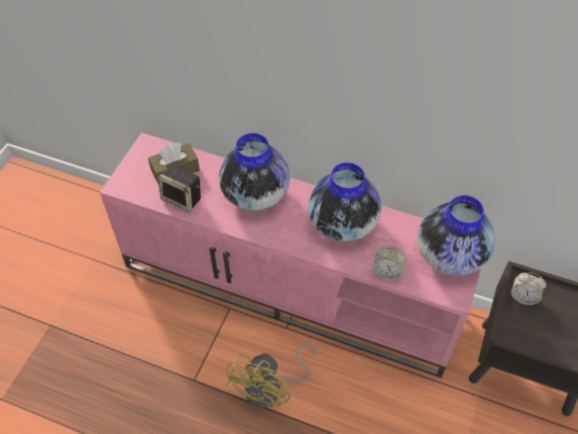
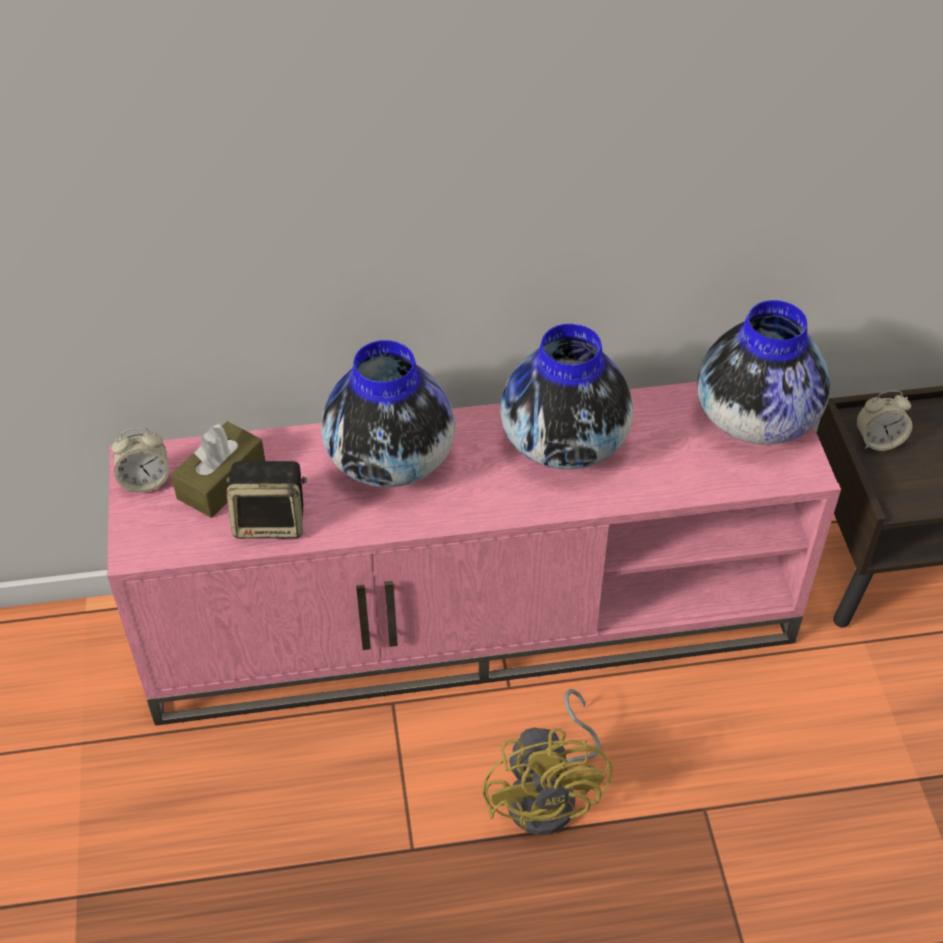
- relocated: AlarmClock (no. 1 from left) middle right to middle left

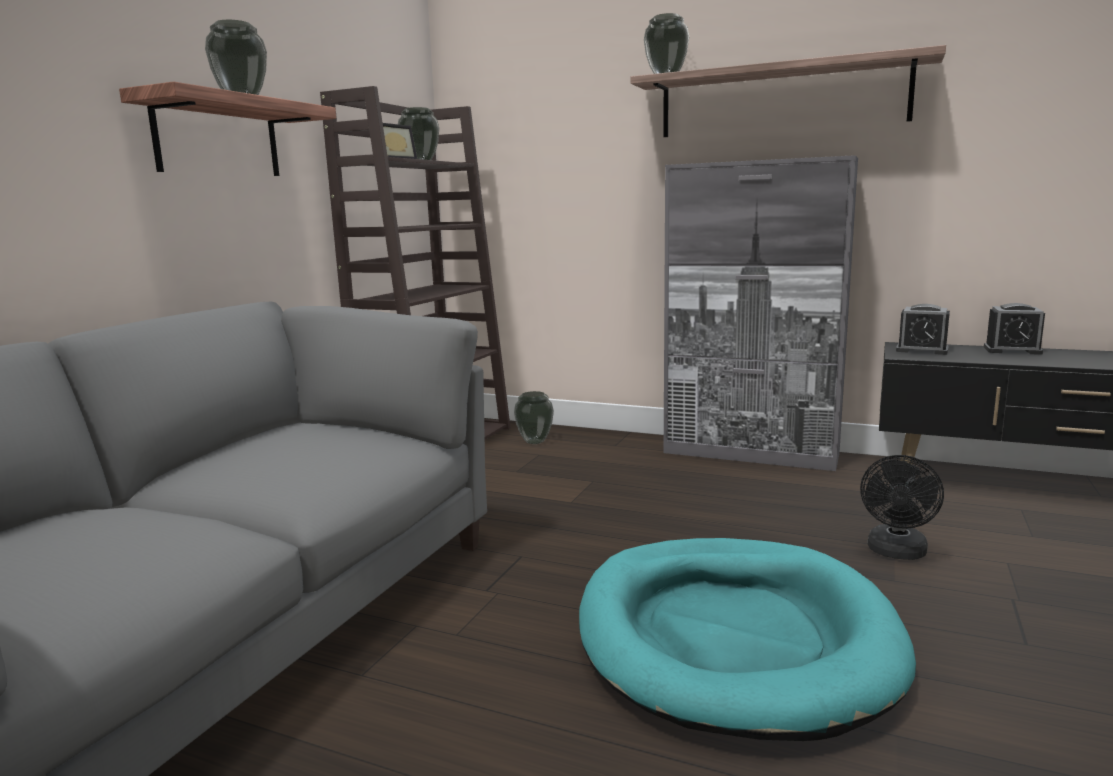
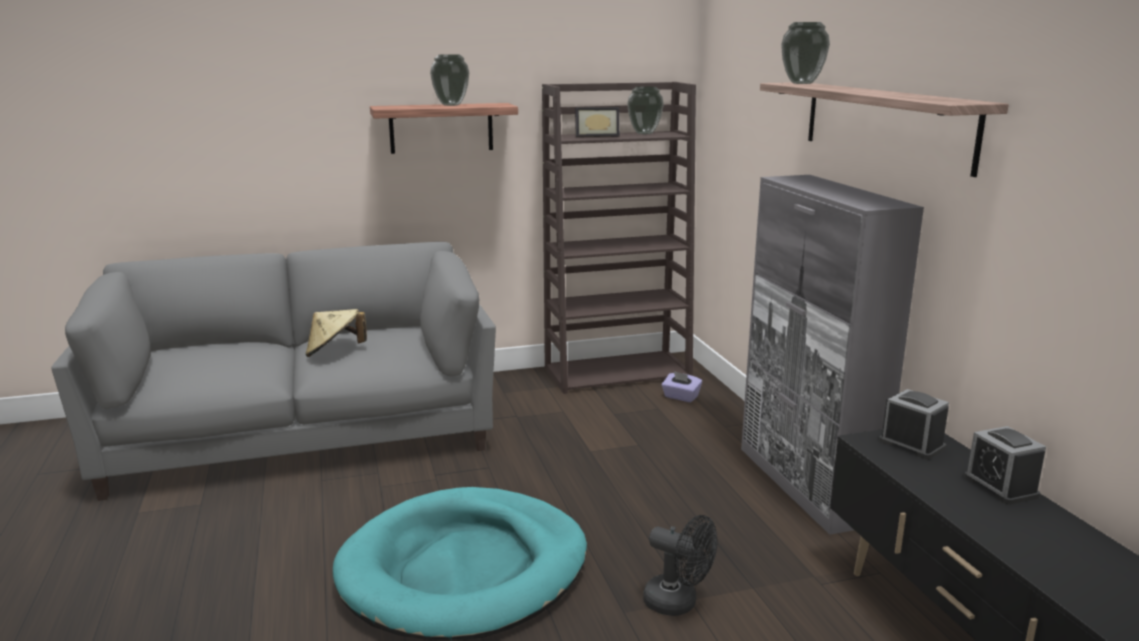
- exchanged: Vase (no. 3 from left) centre to PurpleTissueBox centre
- spun: BlackFan middle right = bottom centre 135 degrees counterclockwise
- spun: AlarmClock (no. 1 from left) middle right = middle right 150 degrees clockwise
- appeared: BeigeHat middle left

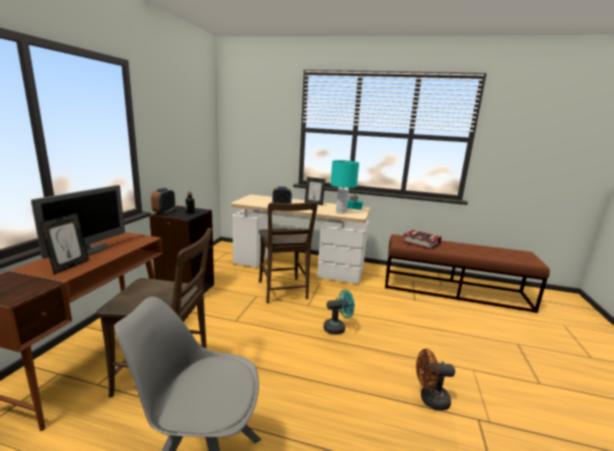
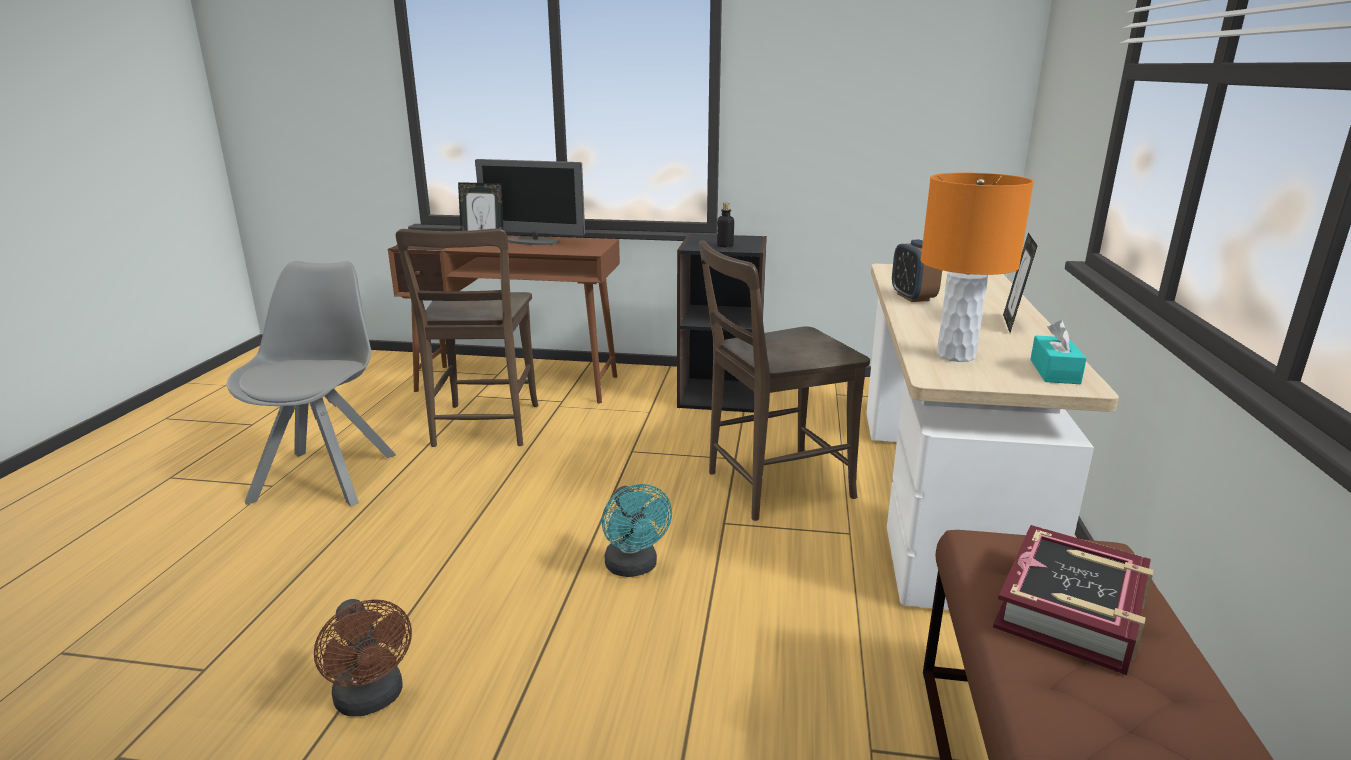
- missing: AlarmClock (no. 1 from left) middle left
- colour: TurquoiseTableLamp centre to OrangeTableLamp middle right
- spun: BrownFan bottom right = bottom left 150 degrees clockwise

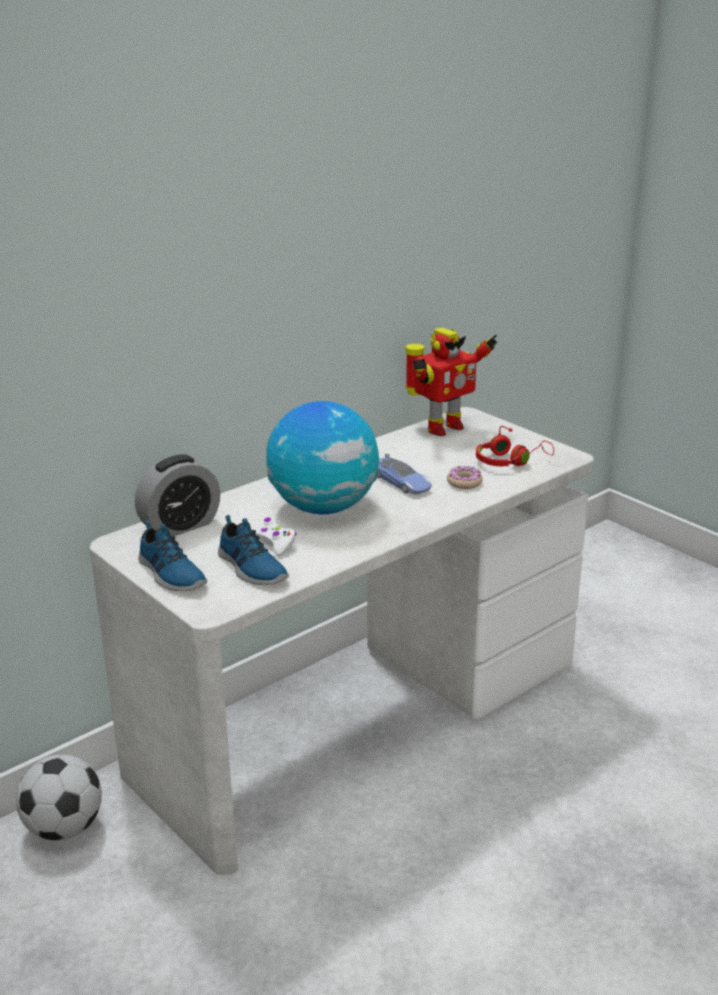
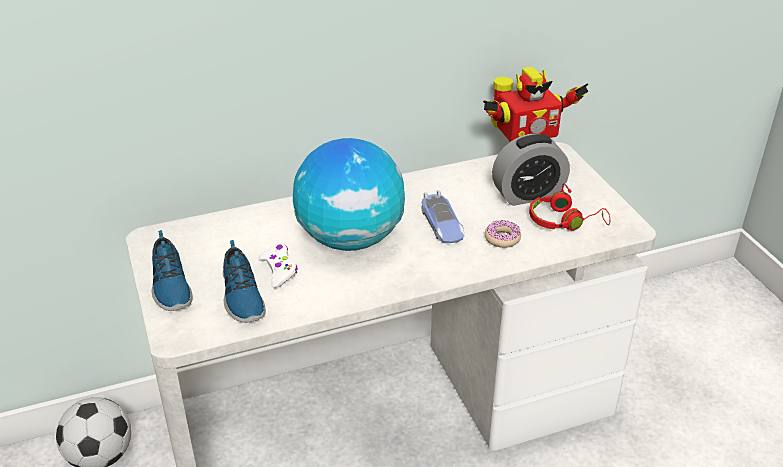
- relocated: AlarmClock middle left to middle right

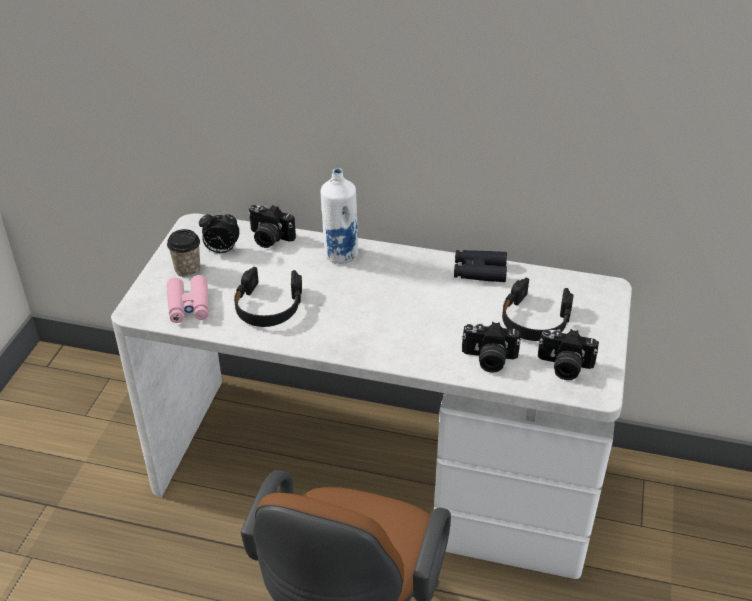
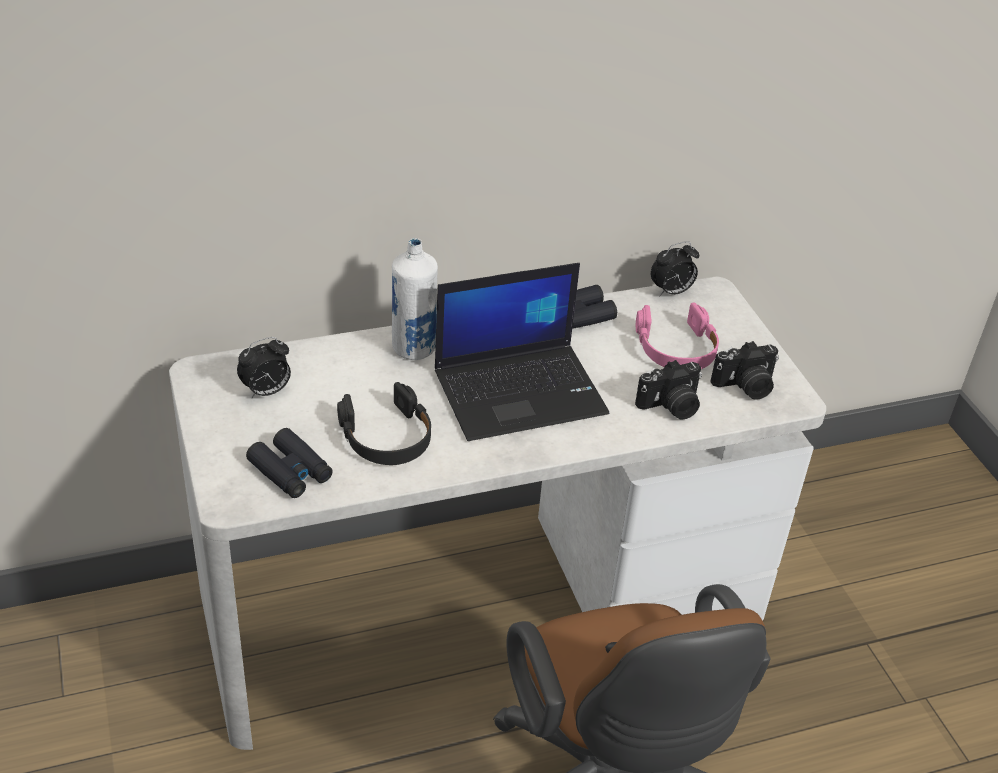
- missing: Cup middle left
- colour: PinkBinoculars middle left to BlackBinoculars (no. 1 from left) middle left
- missing: PhotoCamera (no. 1 from left) centre
- colour: BlackHeadphones (no. 2 from left) middle right to PinkHeadphones middle right
- appeared: Laptop centre
- appeared: AlarmClock (no. 2 from left) middle right

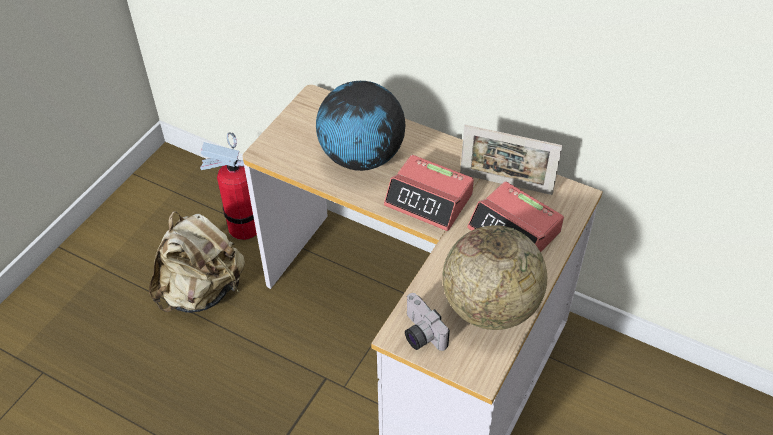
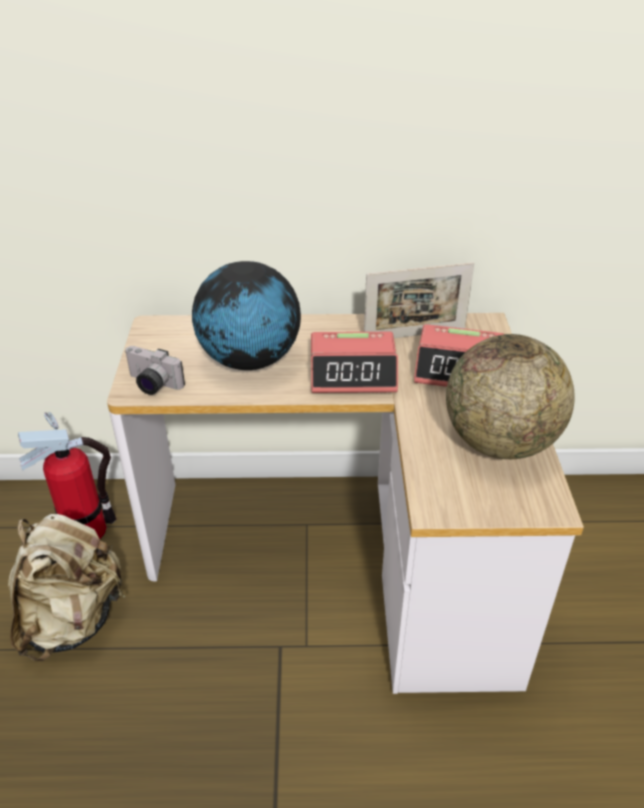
- relocated: PhotoCamera bottom centre to middle left

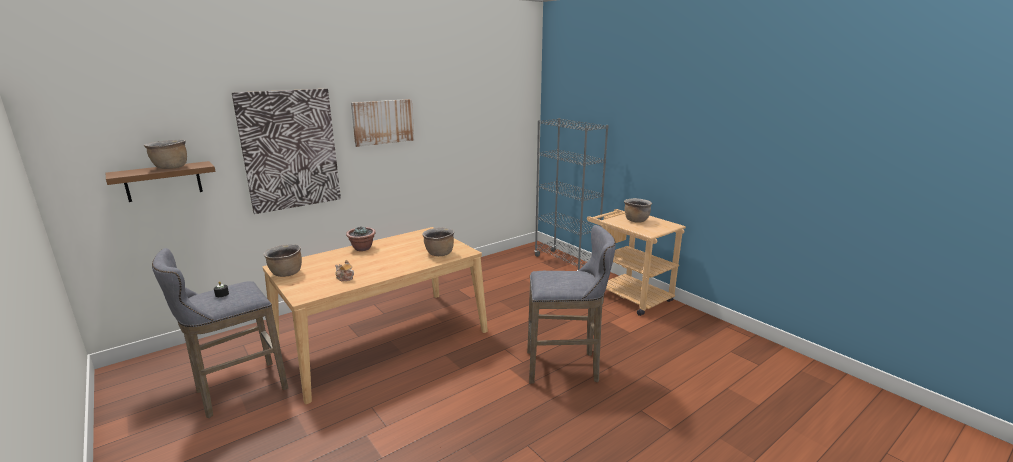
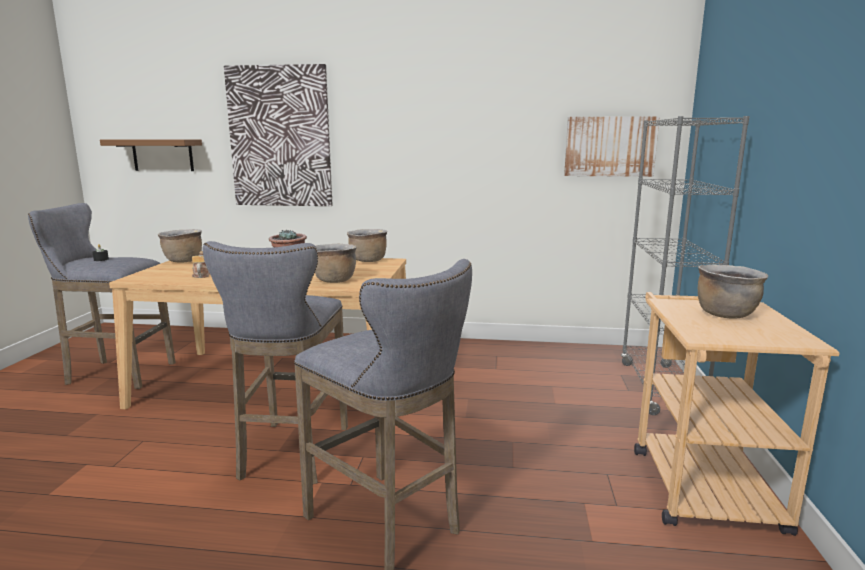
- relocated: BrownCookingPot (no. 1 from left in the first image) middle left to BrownCookingPot (no. 3 from left) centre
- relocated: Picture (no. 2 from left) top centre to top right
- appeared: GreyStool (no. 2 from left) middle left

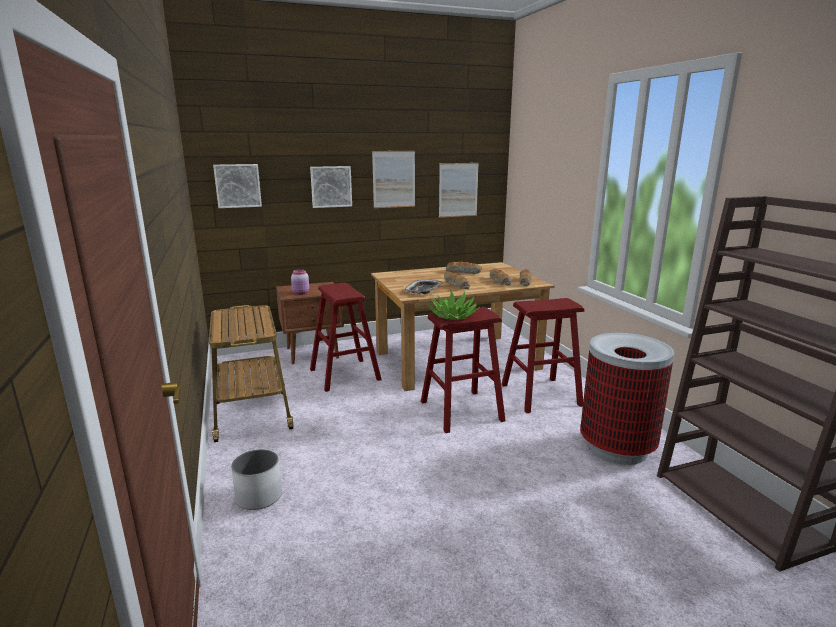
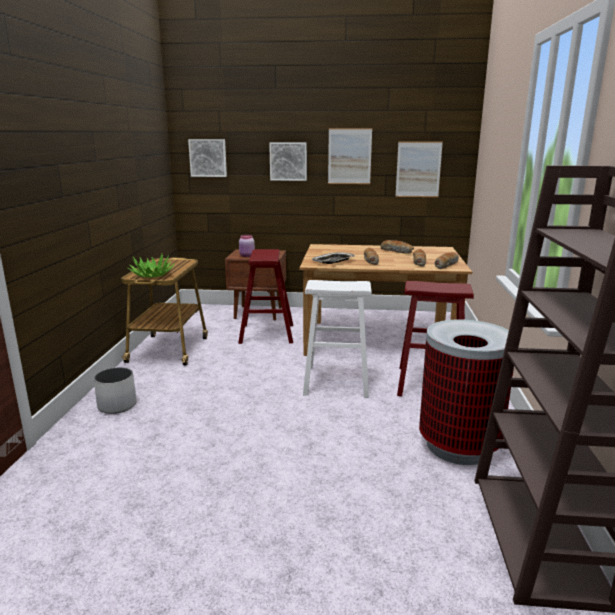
- colour: RedStool (no. 2 from left) centre to WhiteStool centre
- relocated: PottedPlant centre to middle left

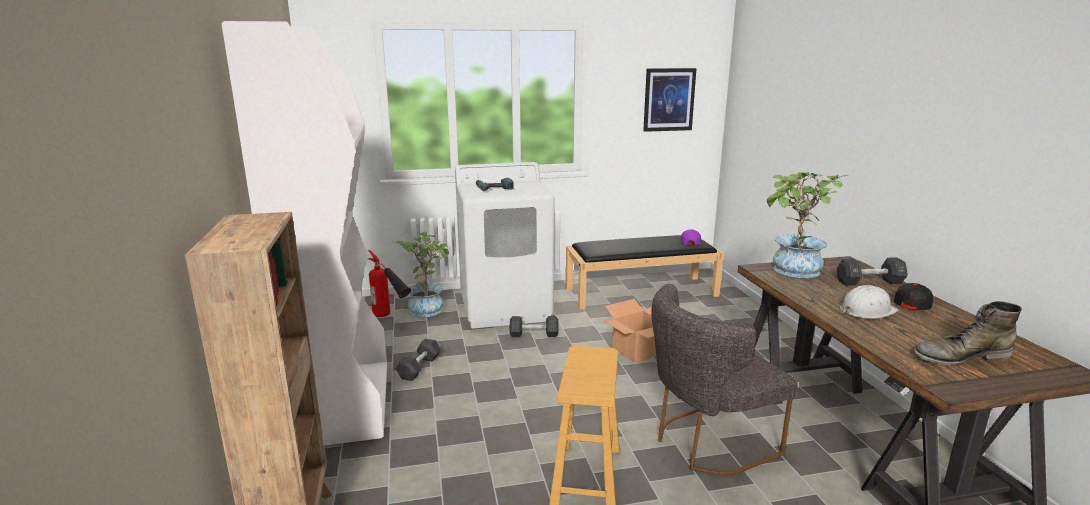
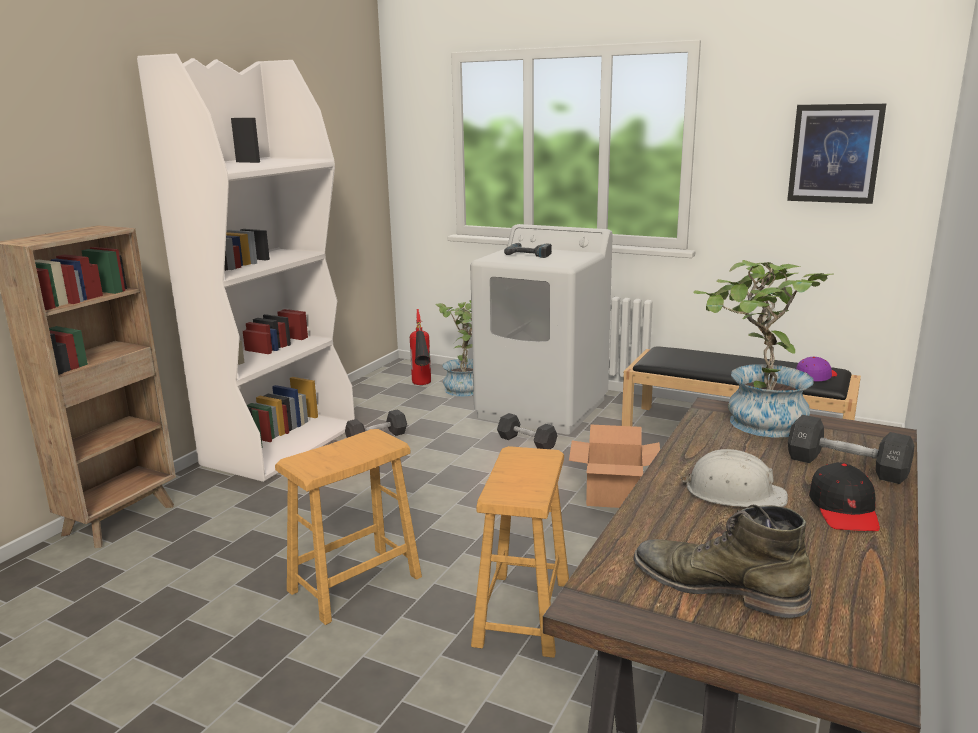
- exchanged: GreyChair bottom centre to BrownStool (no. 2 from left) bottom centre
- spun: BlackCap middle right = bottom right 105 degrees clockwise

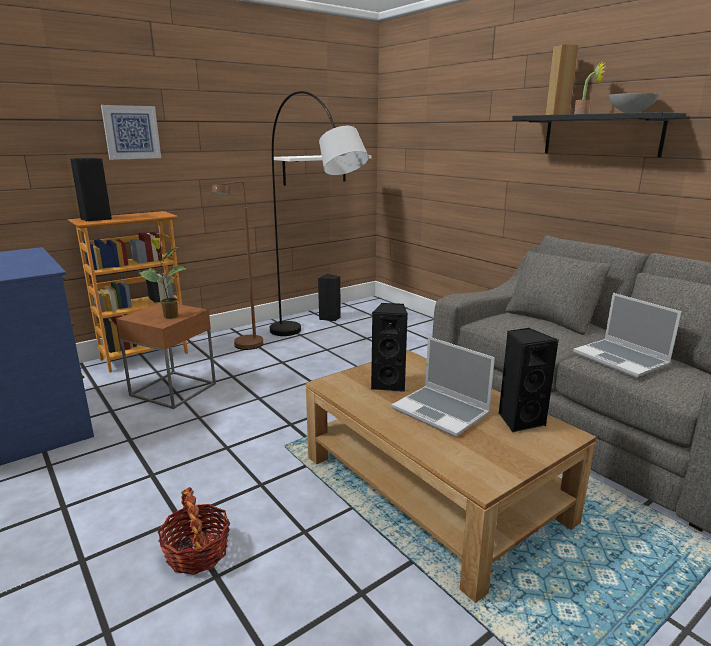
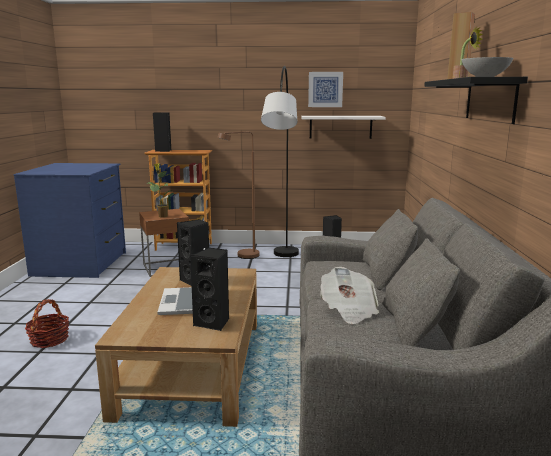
- relocated: Picture top left to top centre
- exchanged: Laptop (no. 2 from left) middle right to Newspaper centre

